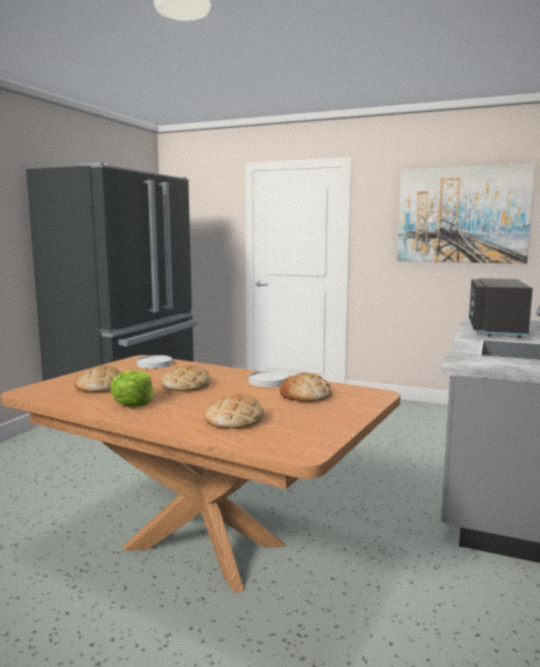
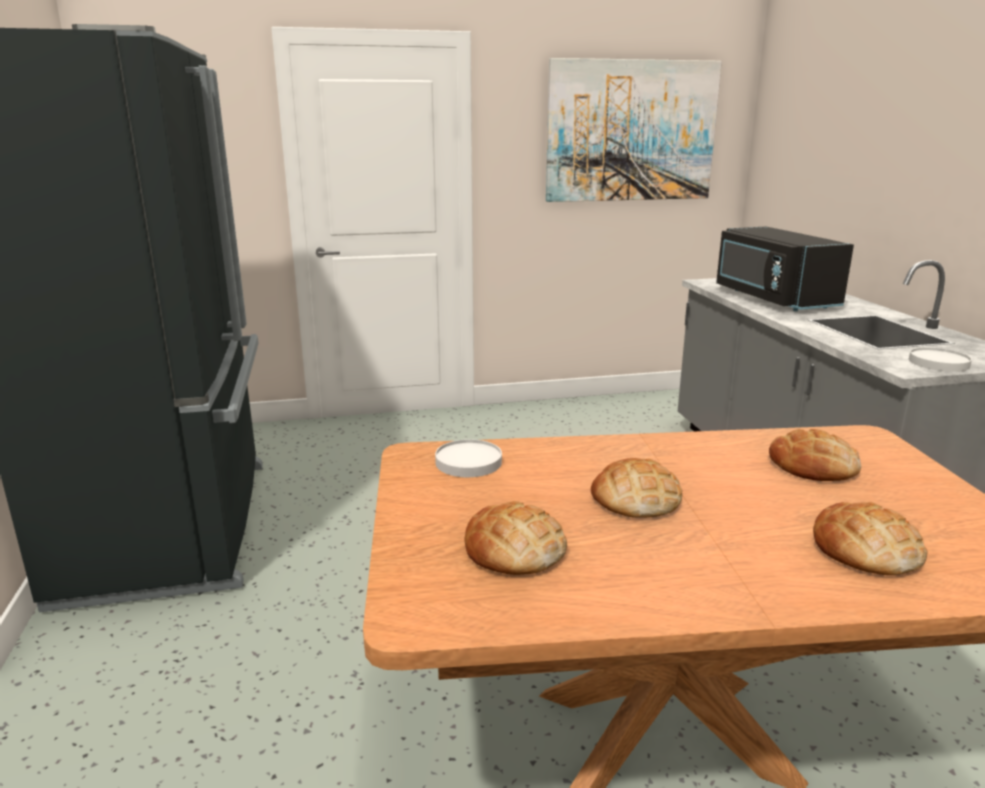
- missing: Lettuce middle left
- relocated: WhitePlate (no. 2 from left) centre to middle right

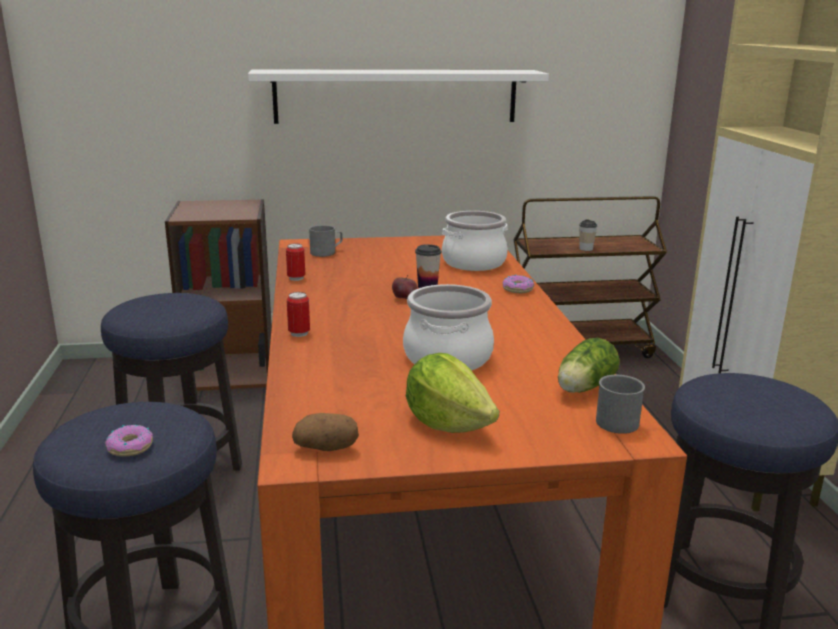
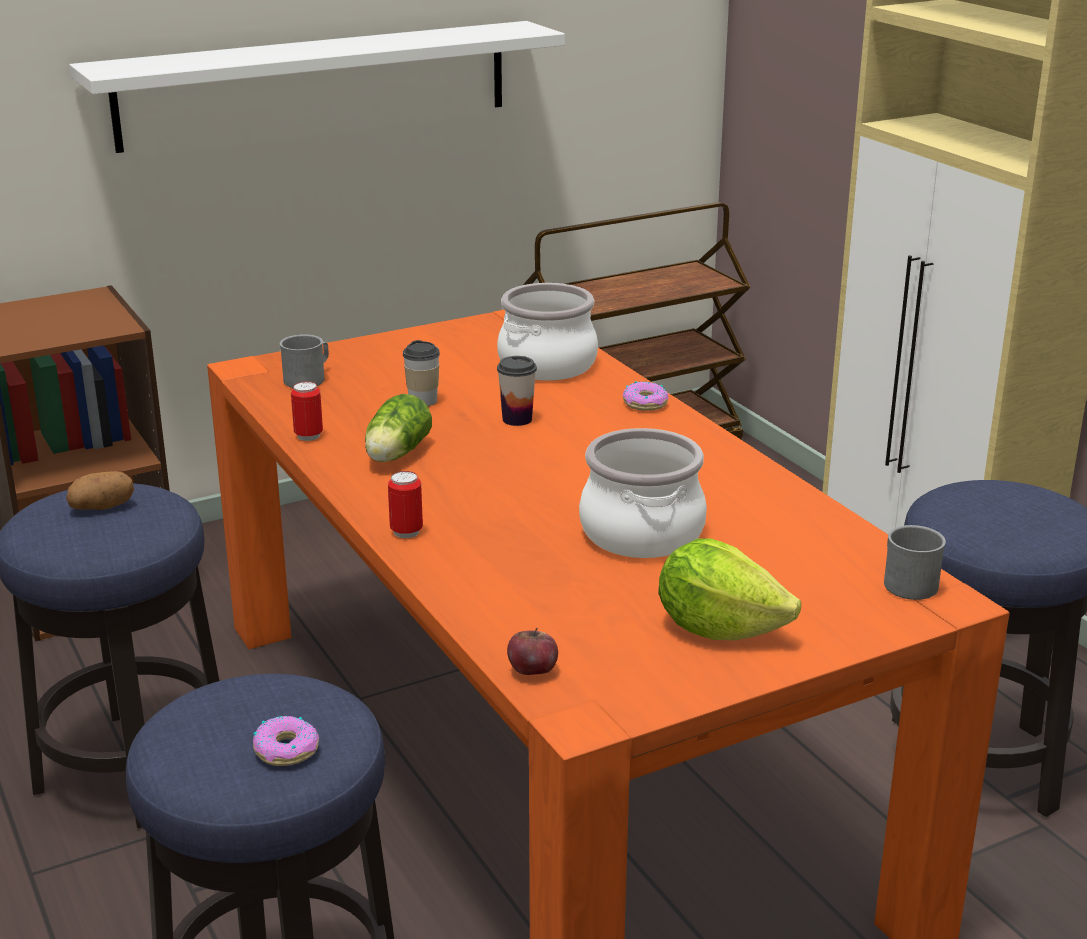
- relocated: Potato bottom centre to middle left
- relocated: Apple centre to bottom centre
- relocated: Lettuce (no. 2 from left in the first image) middle right to Lettuce (no. 1 from left) centre
- relocated: Cup (no. 2 from left in the first image) middle right to Cup (no. 1 from left) centre

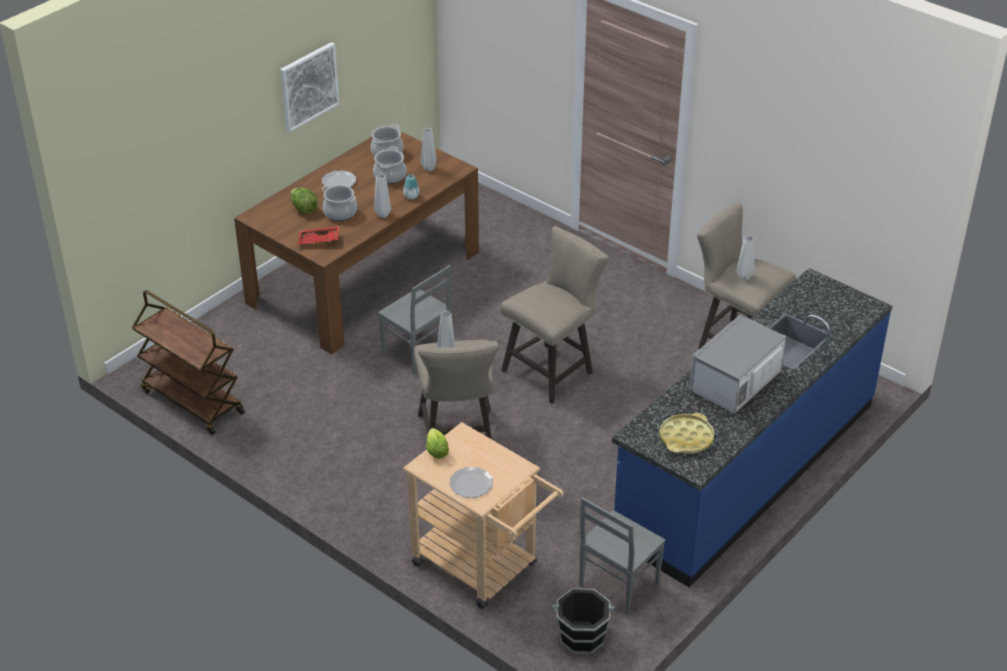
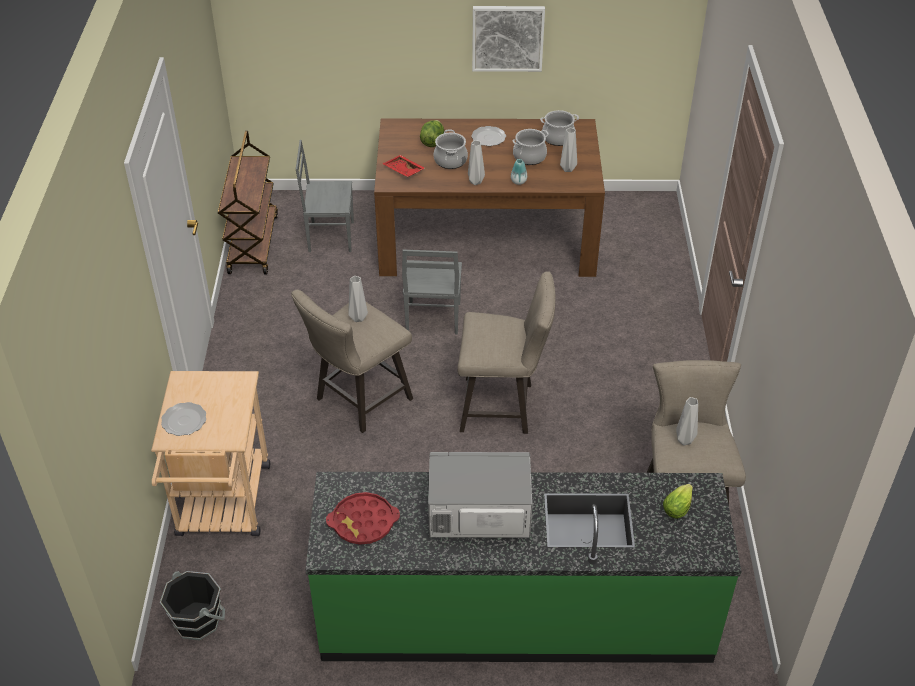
- relocated: Lettuce (no. 2 from left) centre to bottom right
- relocated: GreyChair (no. 2 from left in the first image) bottom centre to GreyChair (no. 1 from left) top centre
- colour: BlueCounter middle right to GreenCounter bottom centre
- colour: YellowTray middle right to RedTray (no. 1 from left) bottom centre

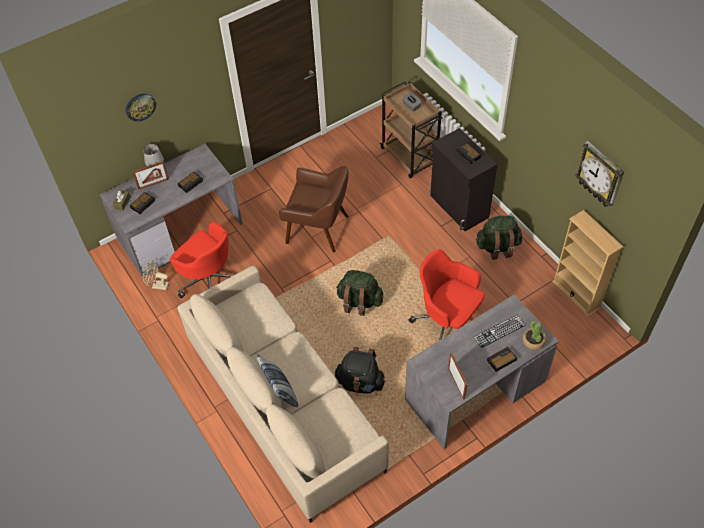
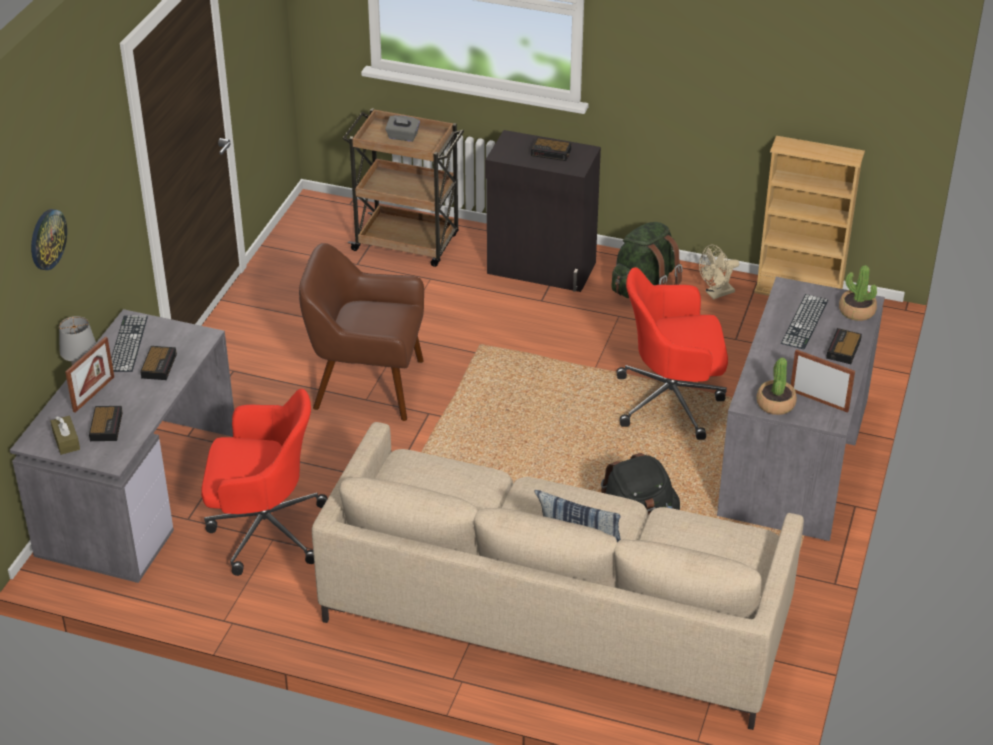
- relocated: BeigeFan middle left to middle right
- spun: BrownArmchair centre = centre 150 degrees counterclockwise
- missing: GreenBackpack (no. 1 from left) centre
- missing: WallClock (no. 2 from left) top right
- appeared: Keyboard (no. 1 from left) middle left
- appeared: PottedPlant (no. 1 from left) middle right

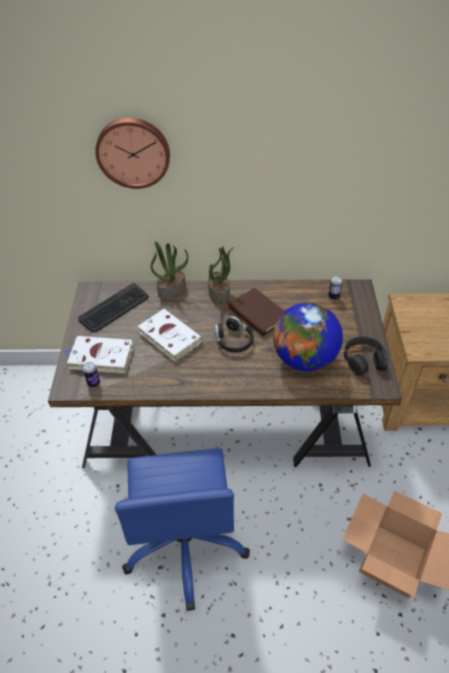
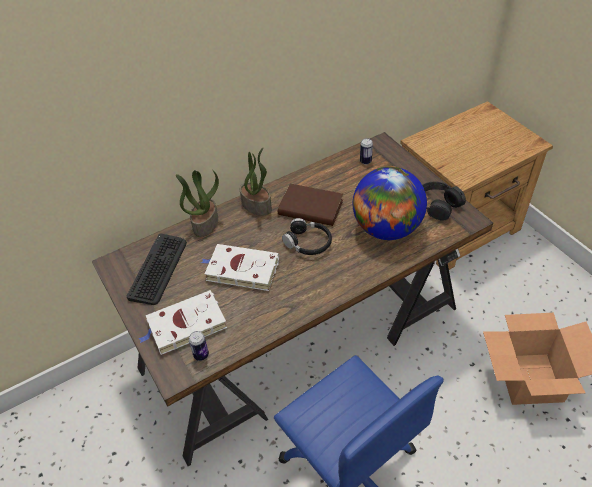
- missing: WallClock top left

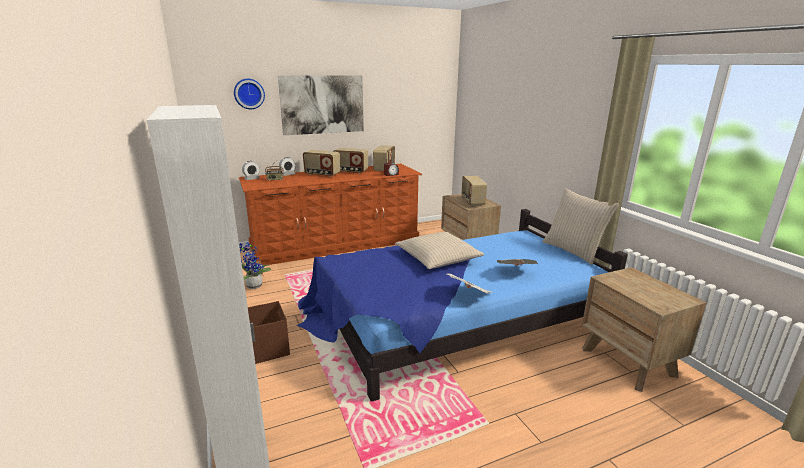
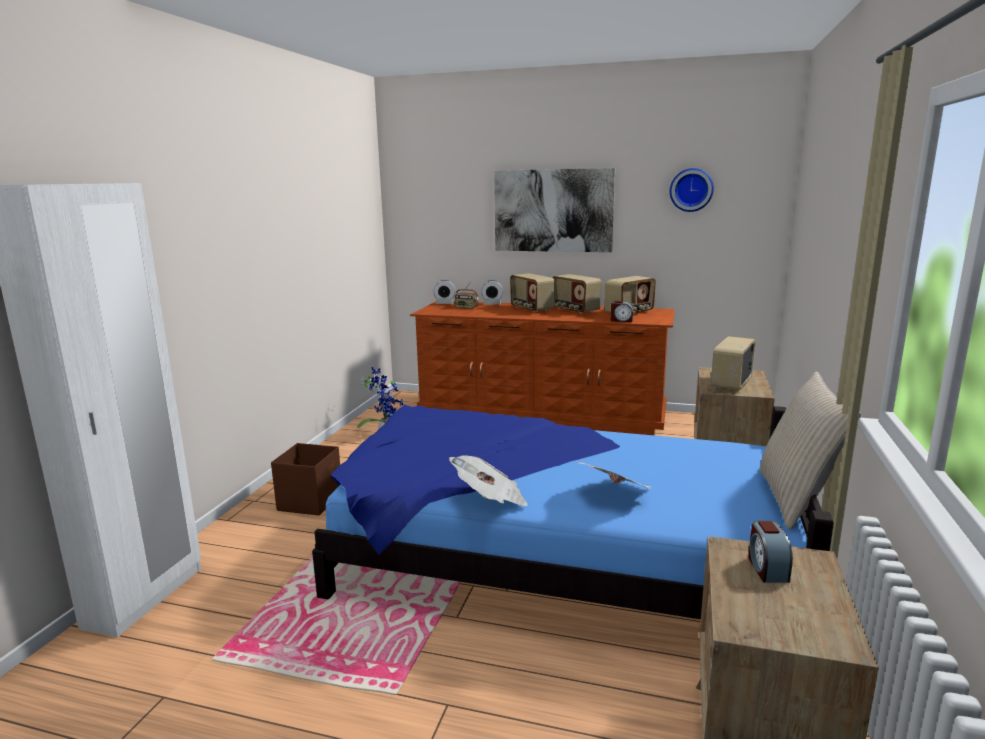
- relocated: WallClock top left to top right
- missing: BeigePillow (no. 1 from left) centre
- appeared: AlarmClock (no. 4 from left) bottom right

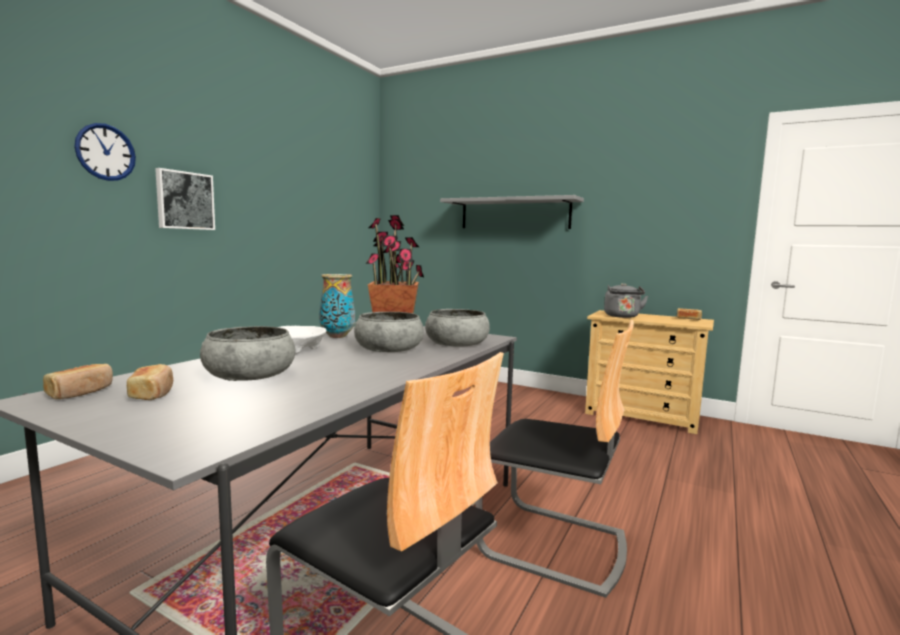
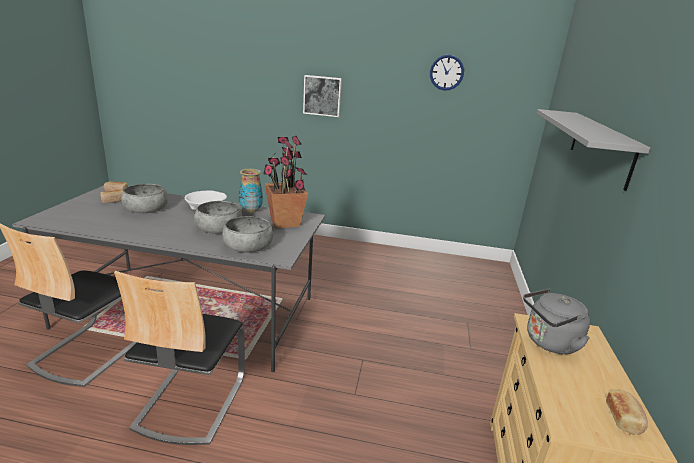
- relocated: WallClock top left to top centre

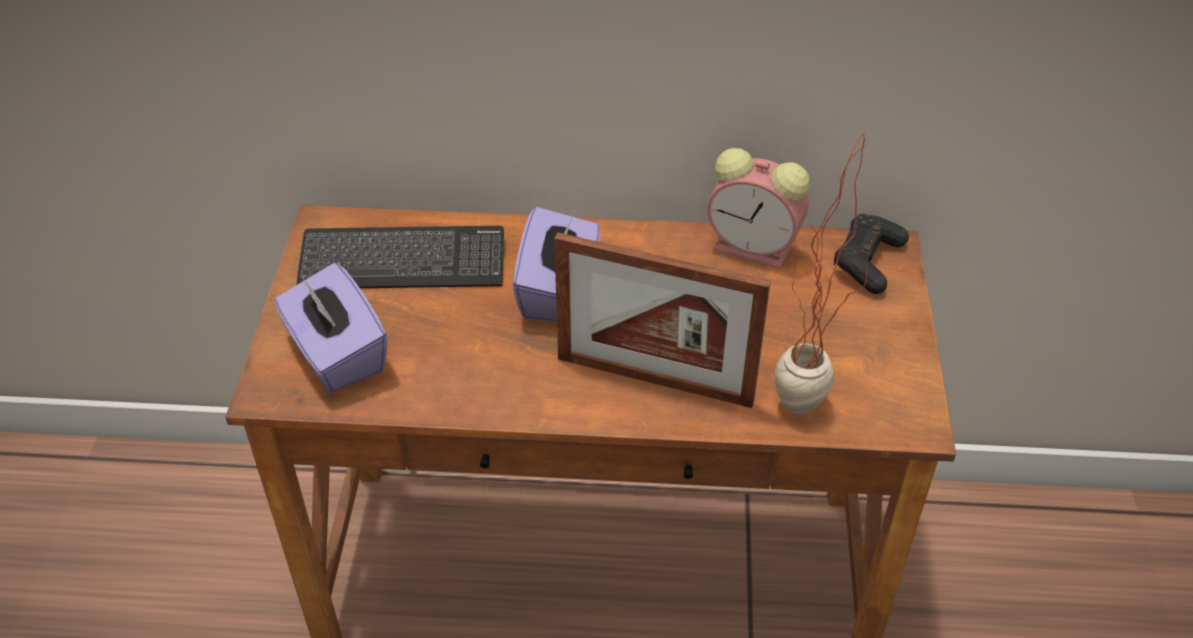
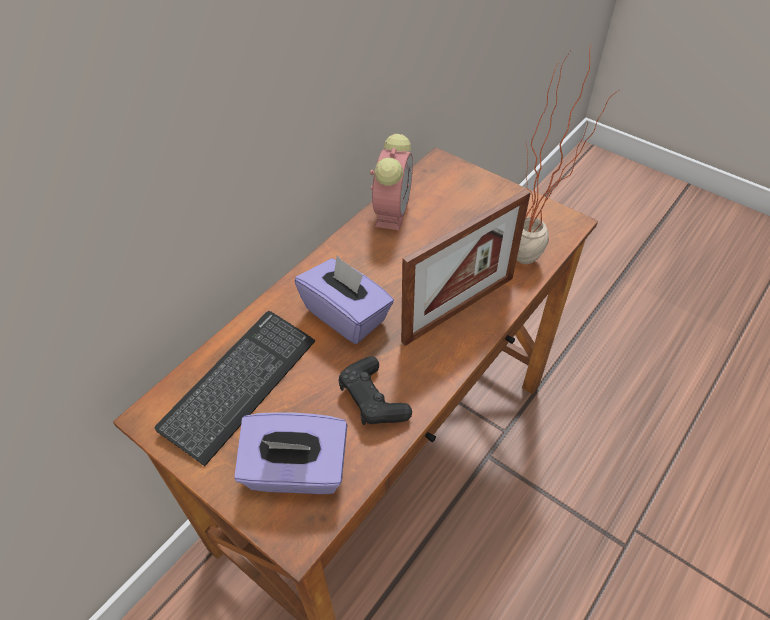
- spun: AlarmClock top centre = top centre 45 degrees counterclockwise
- relocated: BlackGameController middle right to centre

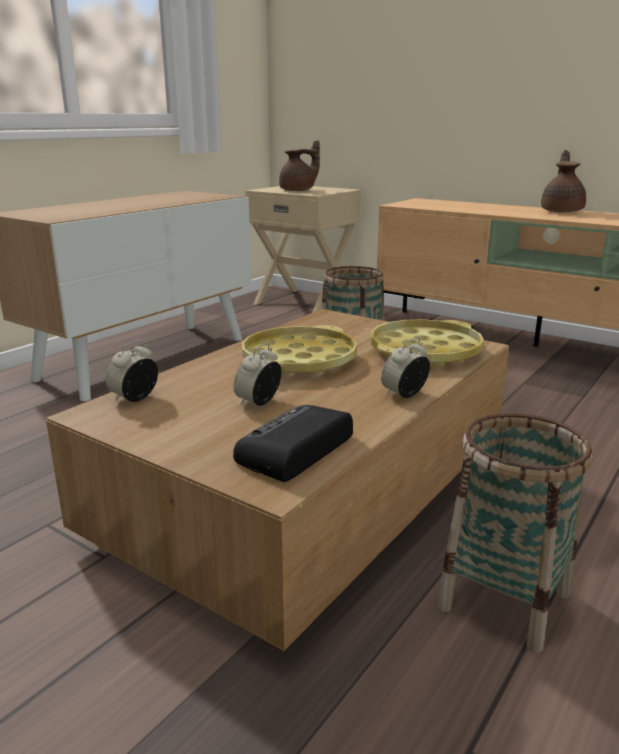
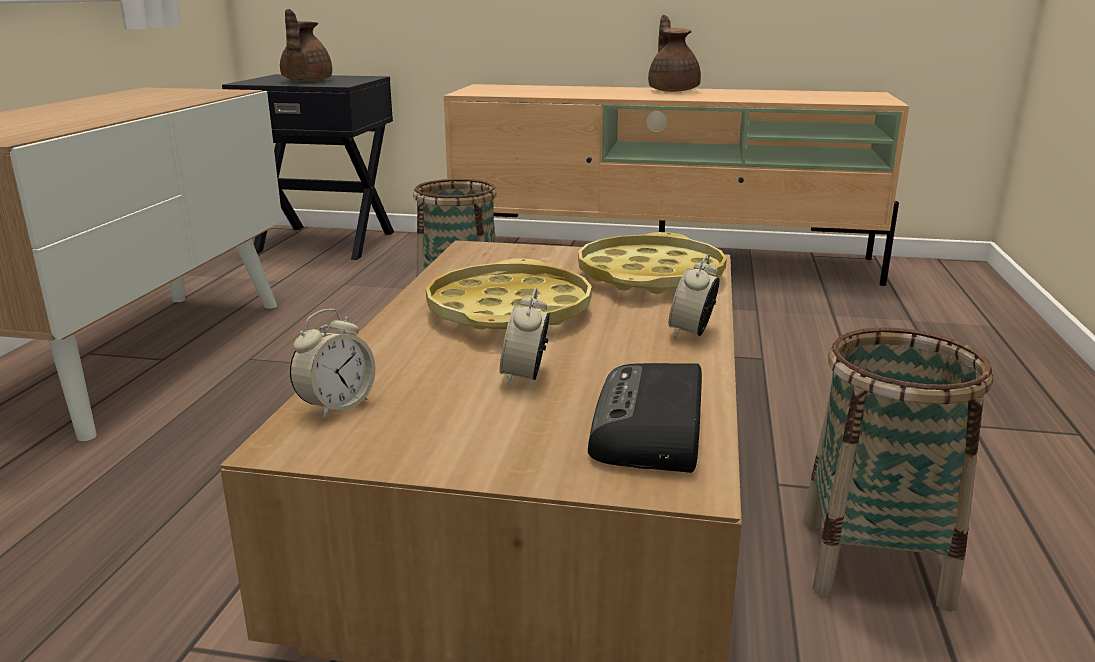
- spun: AlarmClock (no. 1 from left) middle left = middle left 150 degrees counterclockwise
- colour: BeigeNightstand top centre to BlackNightstand top left
- spun: BrownTeapot (no. 1 from left) top centre = top left 150 degrees clockwise

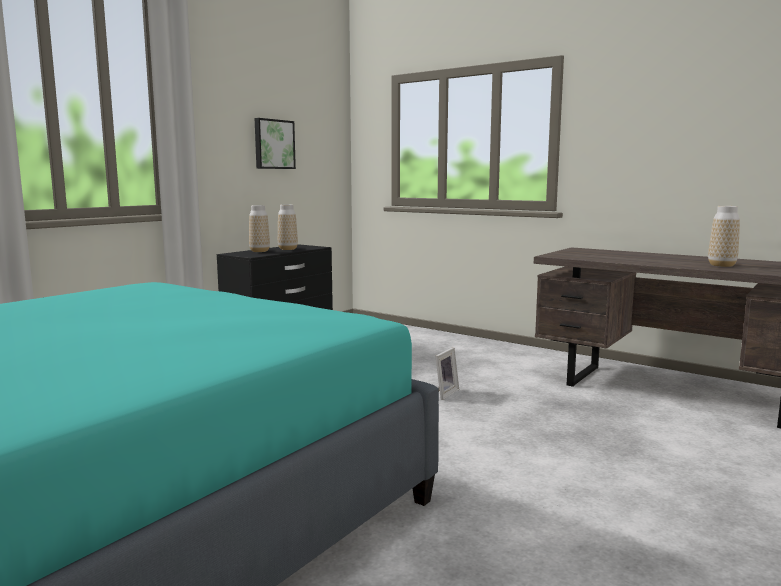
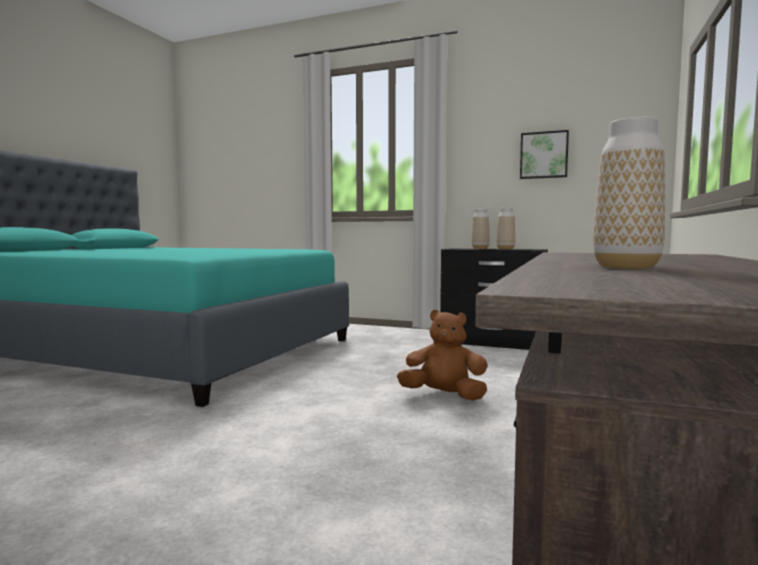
- exchanged: PictureFrame centre to BrownPlushToy centre

